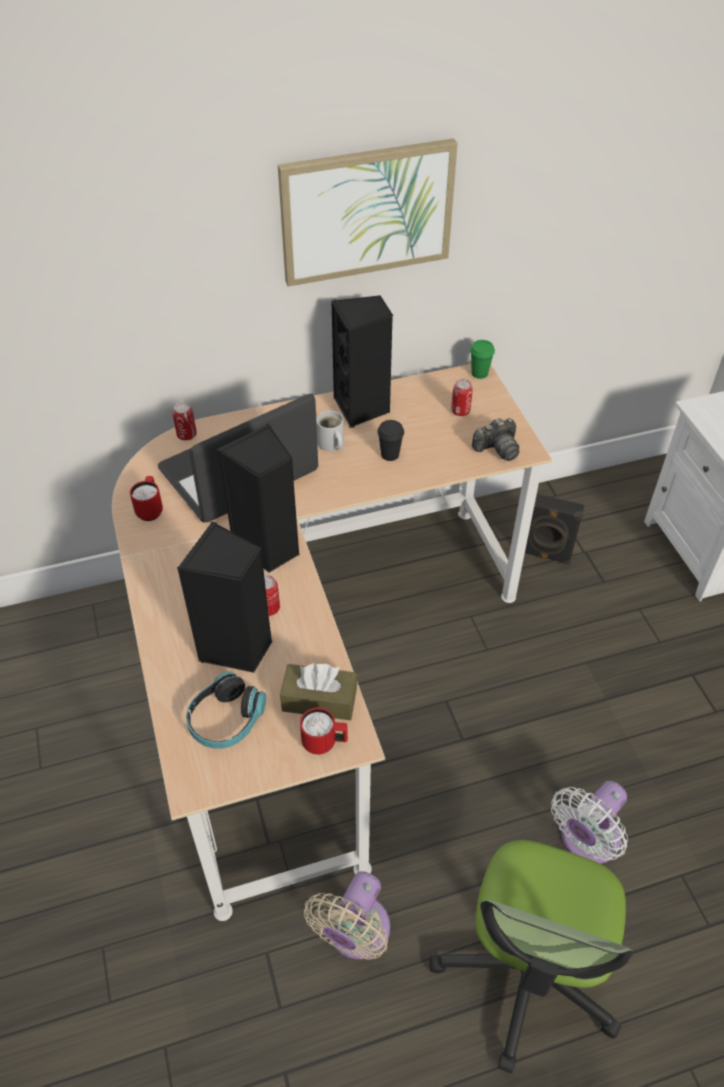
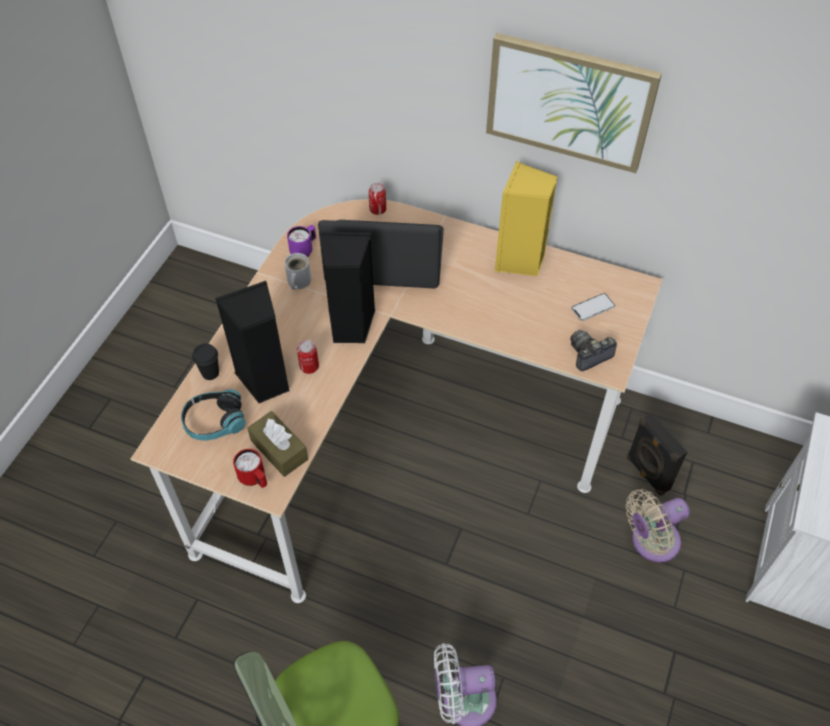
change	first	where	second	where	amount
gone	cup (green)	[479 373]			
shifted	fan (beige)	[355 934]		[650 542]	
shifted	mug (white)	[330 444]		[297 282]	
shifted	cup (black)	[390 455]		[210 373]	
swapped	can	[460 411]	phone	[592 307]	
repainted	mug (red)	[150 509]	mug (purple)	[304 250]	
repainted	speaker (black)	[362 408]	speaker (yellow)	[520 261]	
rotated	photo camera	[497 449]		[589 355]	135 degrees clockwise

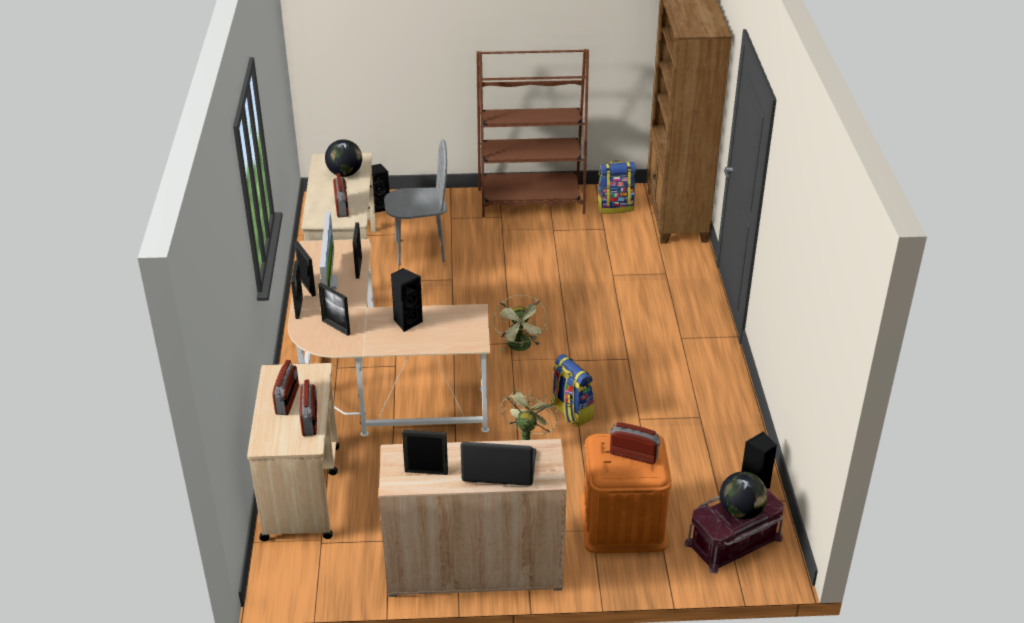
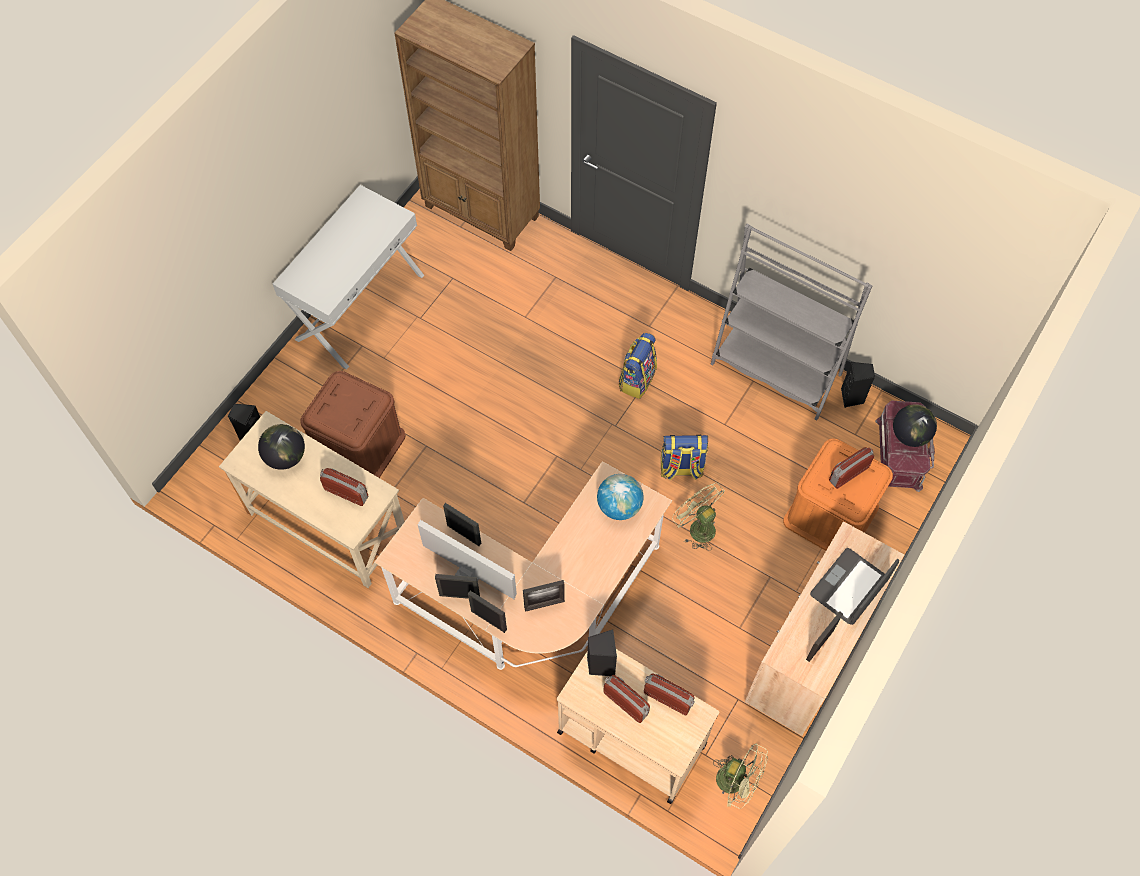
change	first	where	second	where	amount
new			globe	[619 506]	
new			bookcase (grey)	[776 369]	
shifted	speaker (black)	[407 322]		[601 664]	
shifted	fan (green)	[521 347]		[737 781]	
shifted	backpack	[615 207]		[637 379]	
swapped	chair (grey)	[420 251]	storage box (brown)	[358 446]	
swapped	bookcase (brown)	[531 202]	console table (white)	[359 306]	

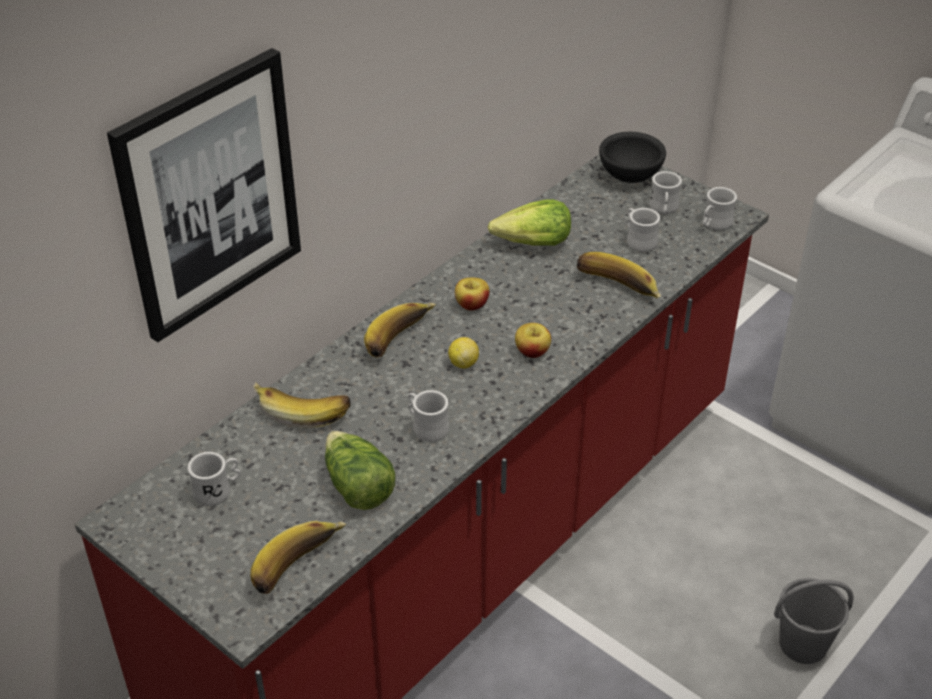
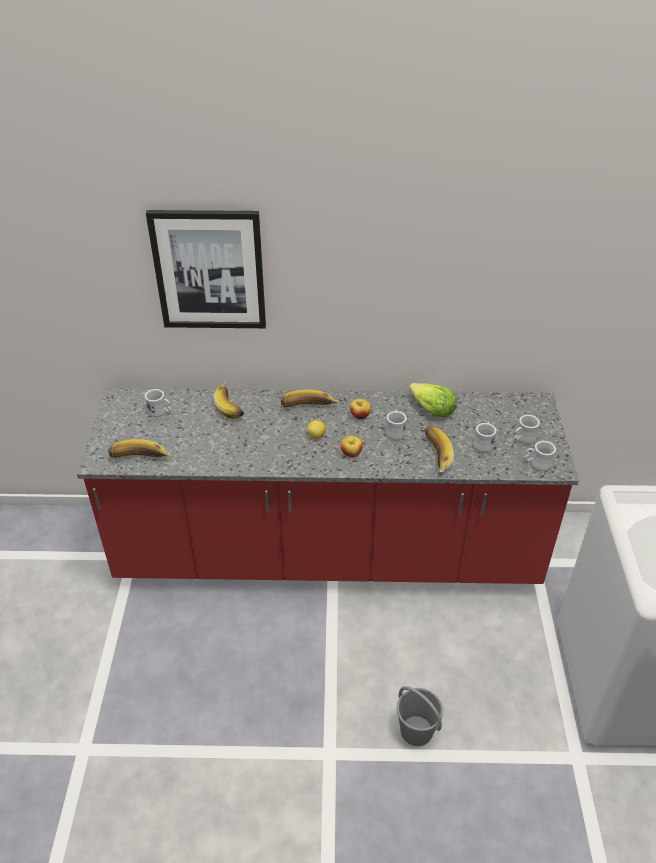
change	first	where	second	where	amount
gone	lettuce	[357 486]			
gone	bowl (black)	[630 177]			
shifted	mug (white)	[426 427]		[395 431]	

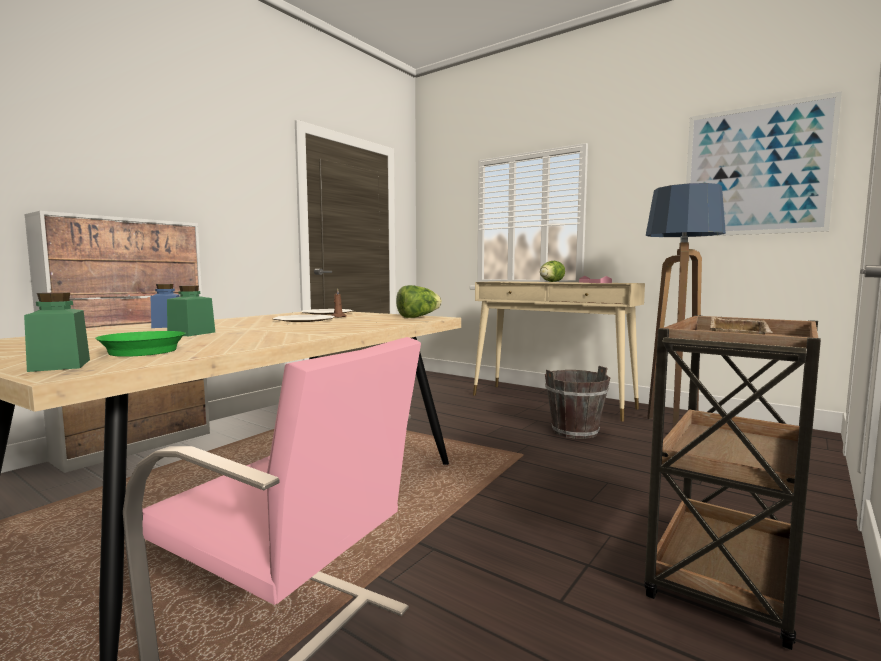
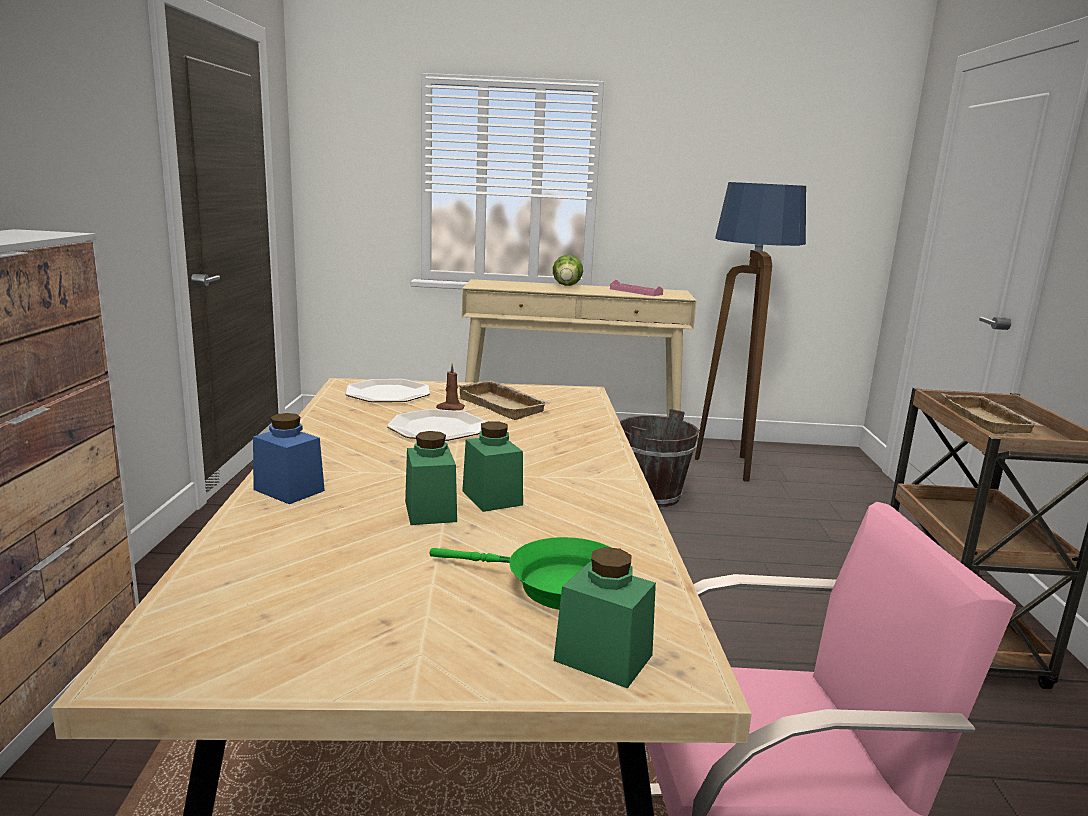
change	first	where	second	where	amount
gone	lettuce	[418 317]			
gone	picture	[755 170]			
new			tray (beige)	[504 406]	
new			jar (green)	[492 498]	

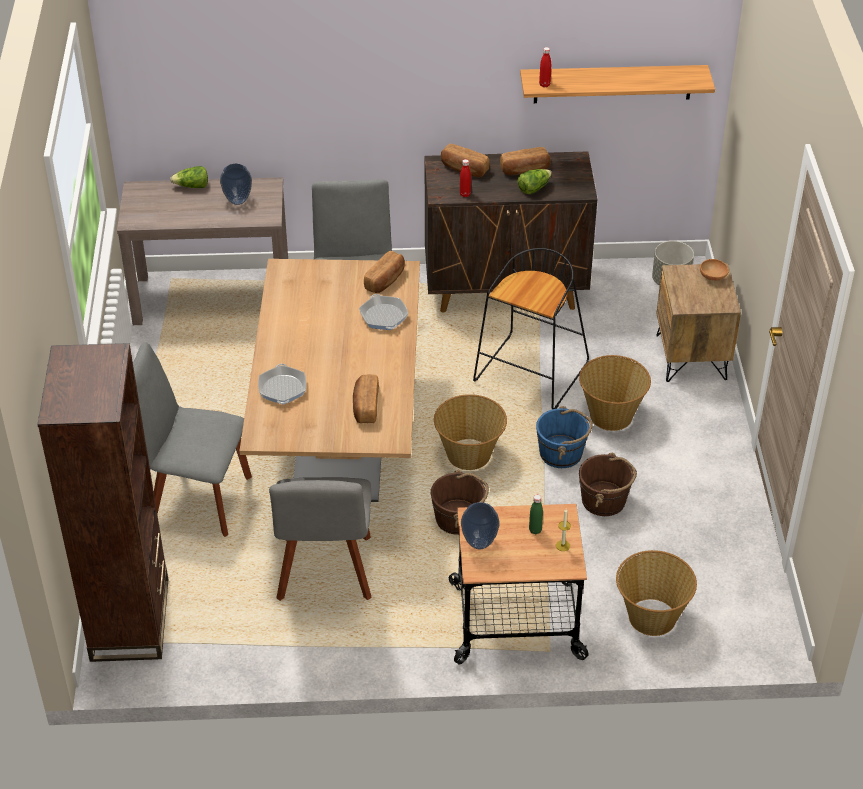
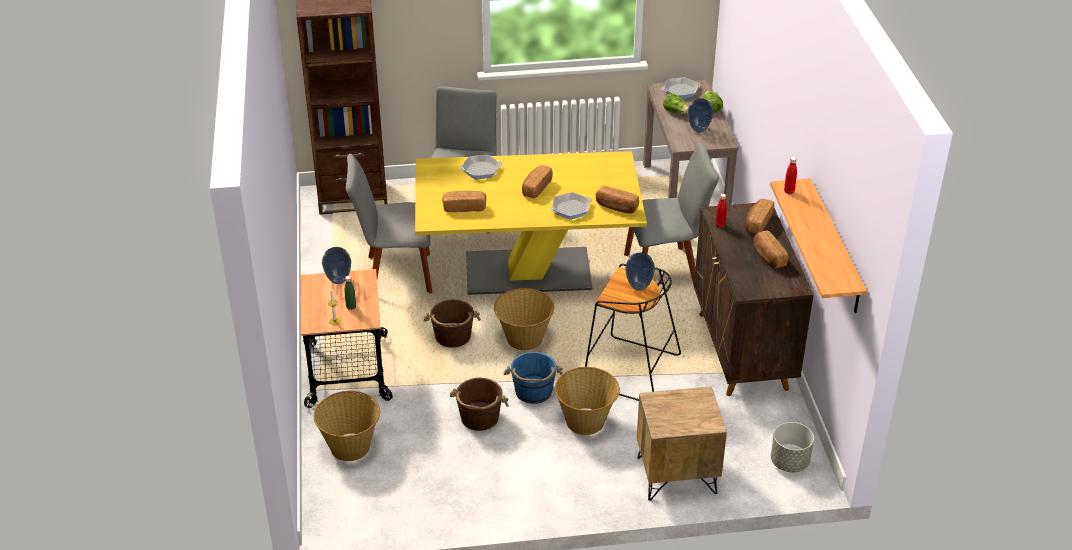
change	first	where	second	where	amount
gone	bowl (brown)	[713 277]			
new			bread	[536 188]	
new			vase	[638 286]	
new			frying pan	[680 91]	
shifted	lettuce	[533 188]		[676 112]	
repainted	dining table (brown)	[339 445]	dining table (yellow)	[528 272]	

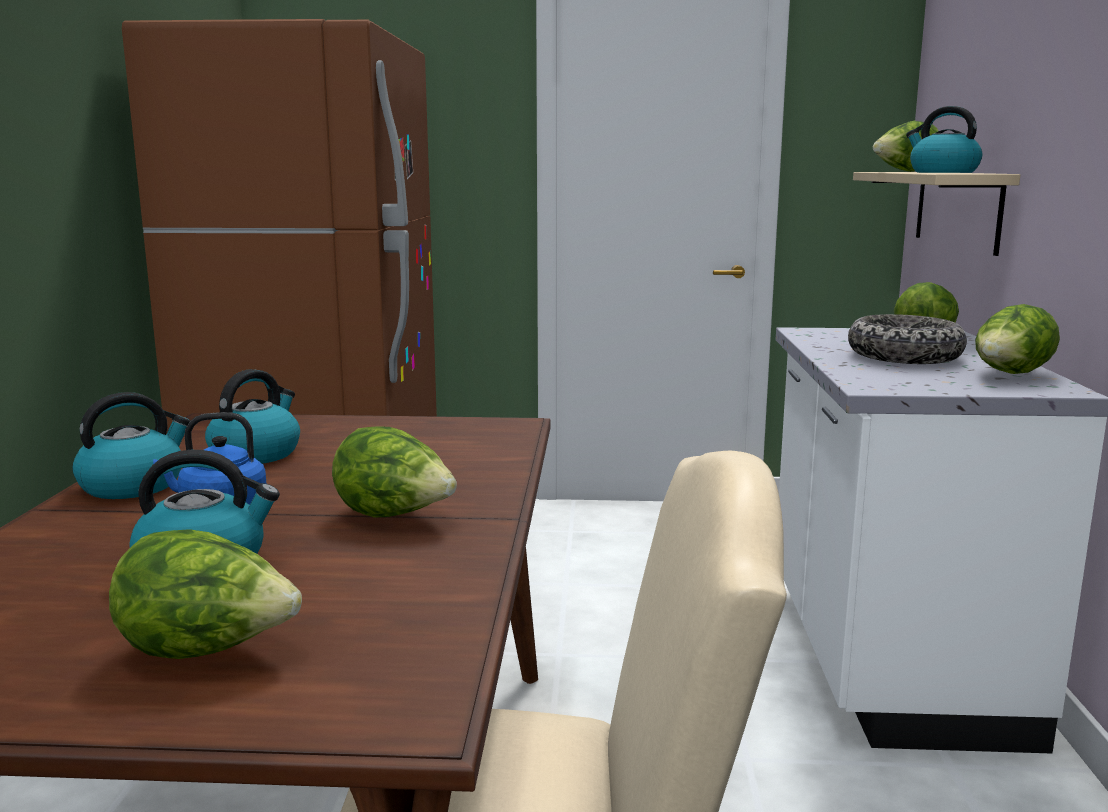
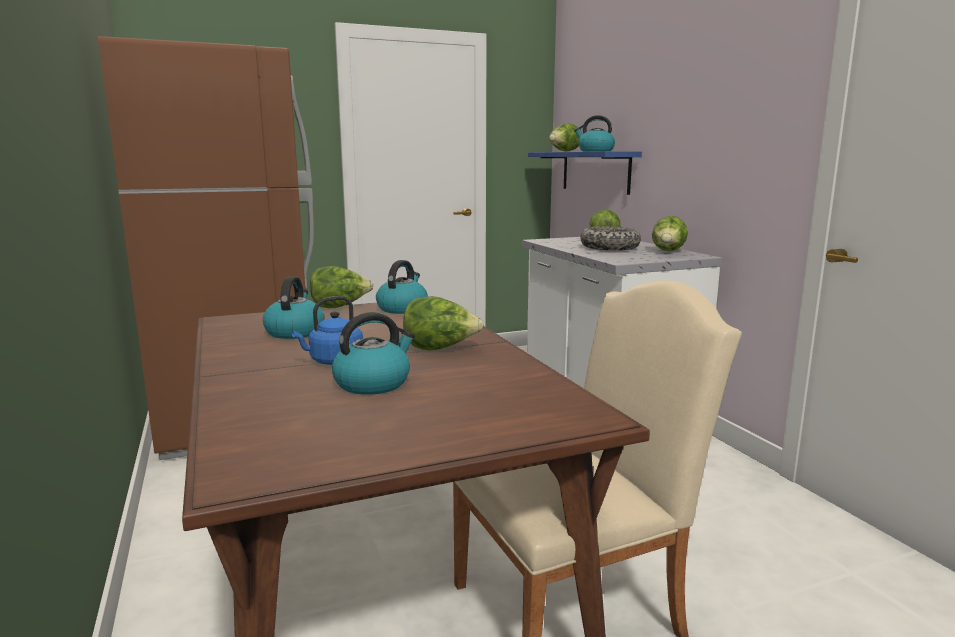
change	first	where	second	where	amount
shifted	kettle	[133 485]		[402 308]	
shifted	lettuce	[208 651]		[340 307]	
repainted	shelf (beige)	[957 209]	shelf (blue)	[595 171]	

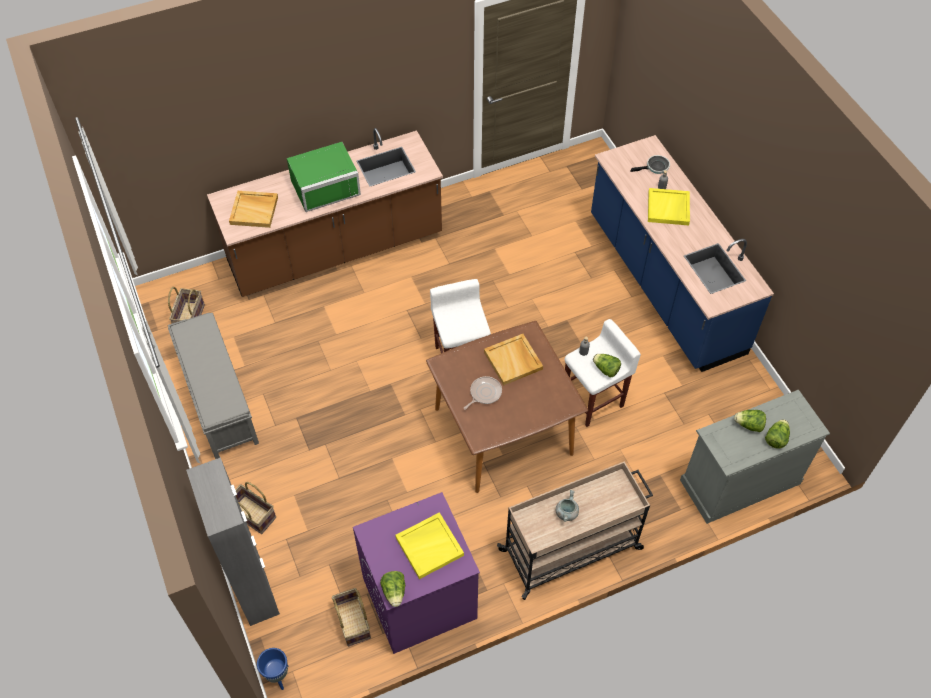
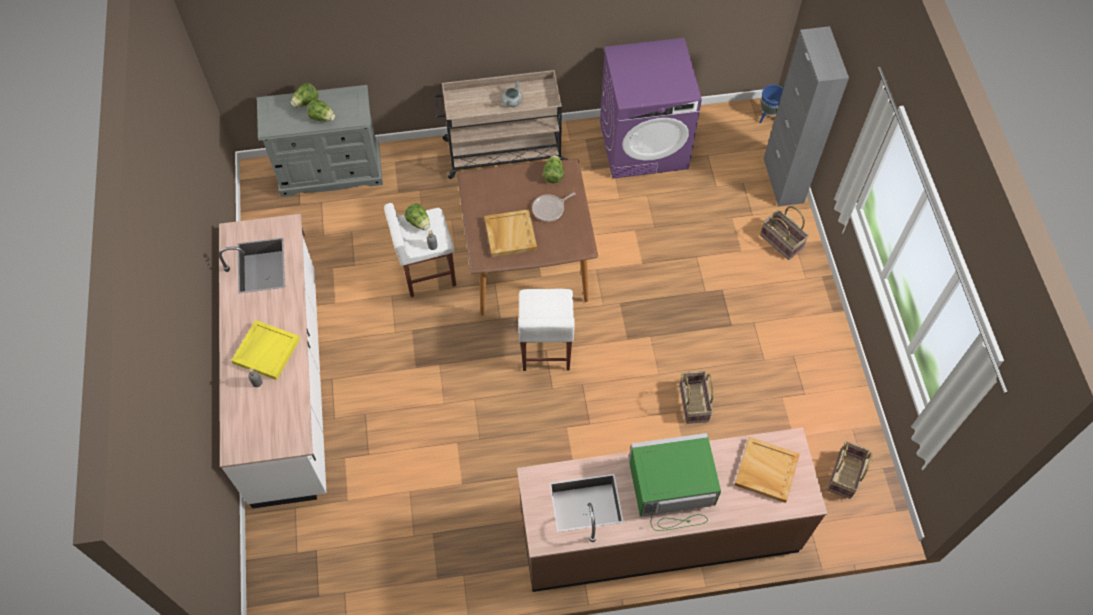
change	first	where	second	where	amount
gone	bench (grey)	[218 398]			
gone	tray (yellow)	[429 546]			
gone	frying pan	[655 167]			
shifted	basket	[353 622]		[693 403]	
shifted	lettuce	[394 592]		[553 175]	
repainted	counter (blue)	[664 284]	counter (white)	[288 385]	

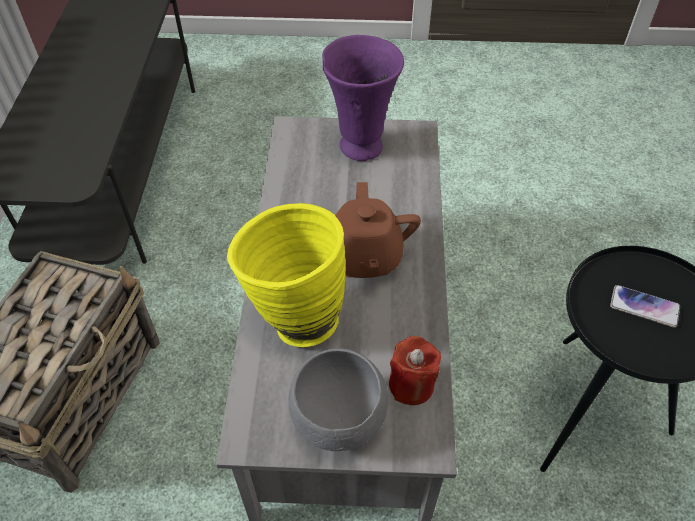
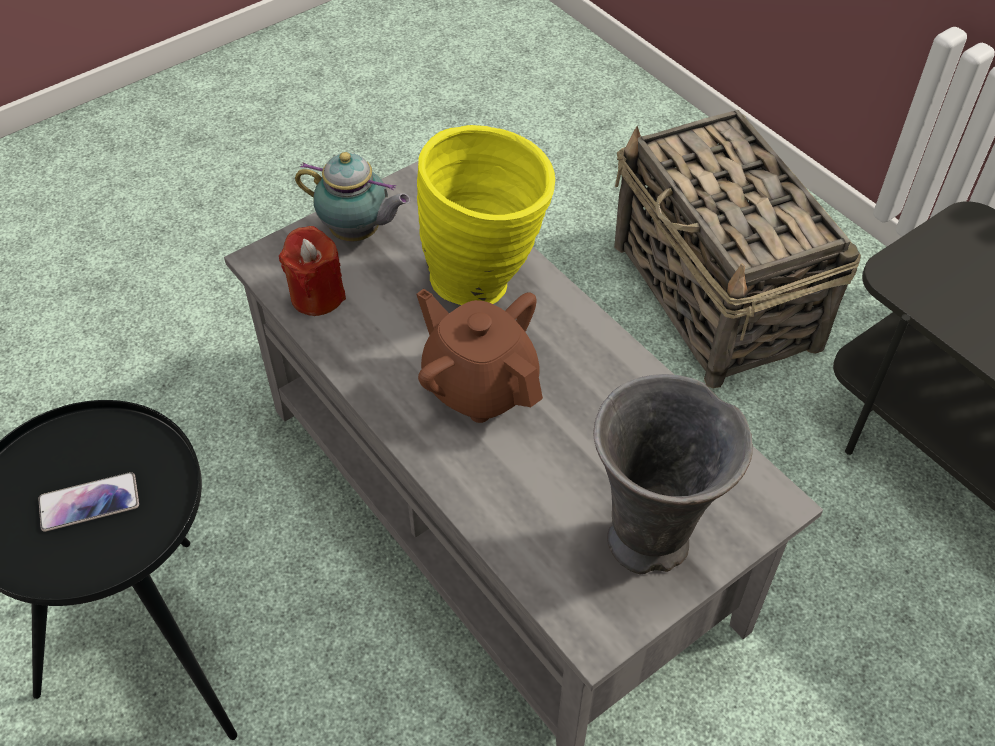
change	first	where	second	where	amount
swapped	bowl (grey)	[341 420]	teapot	[358 233]	
repainted	vase (purple)	[360 145]	vase (grey)	[651 543]	

